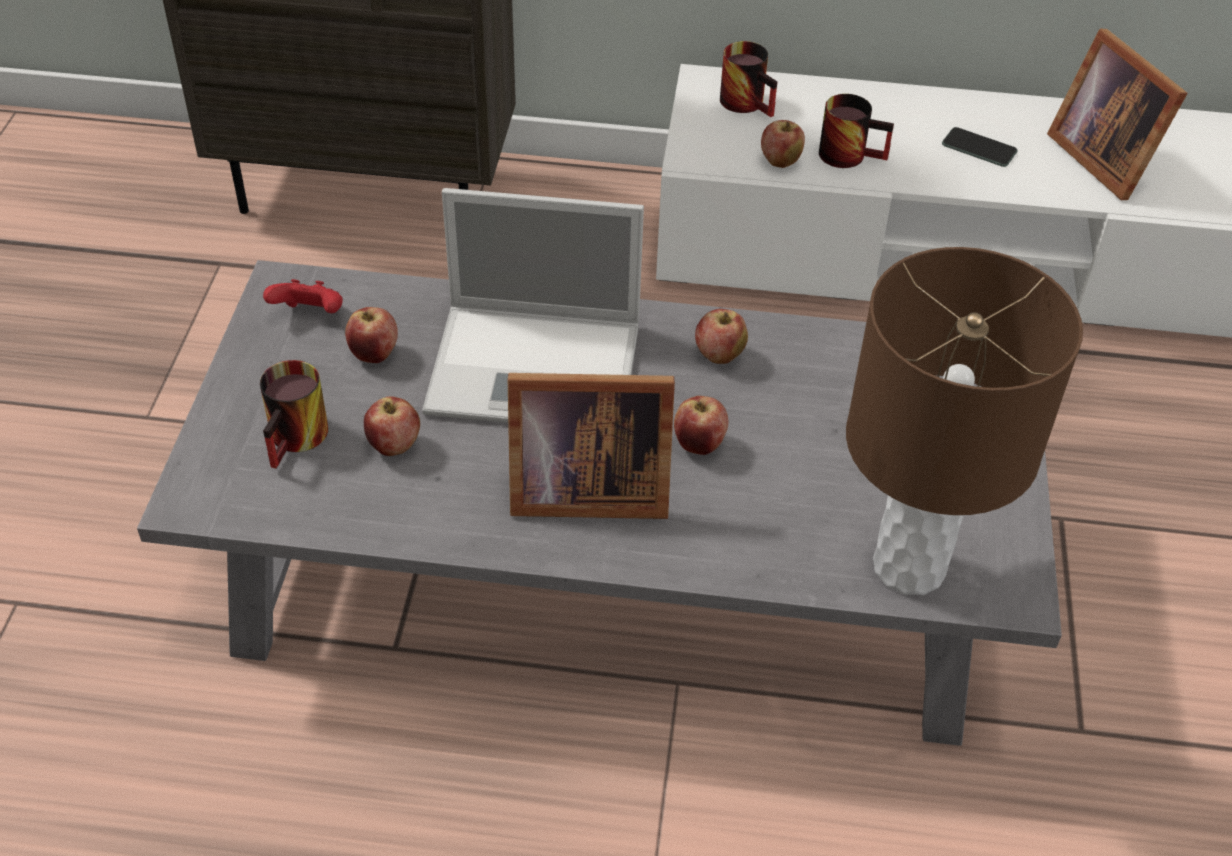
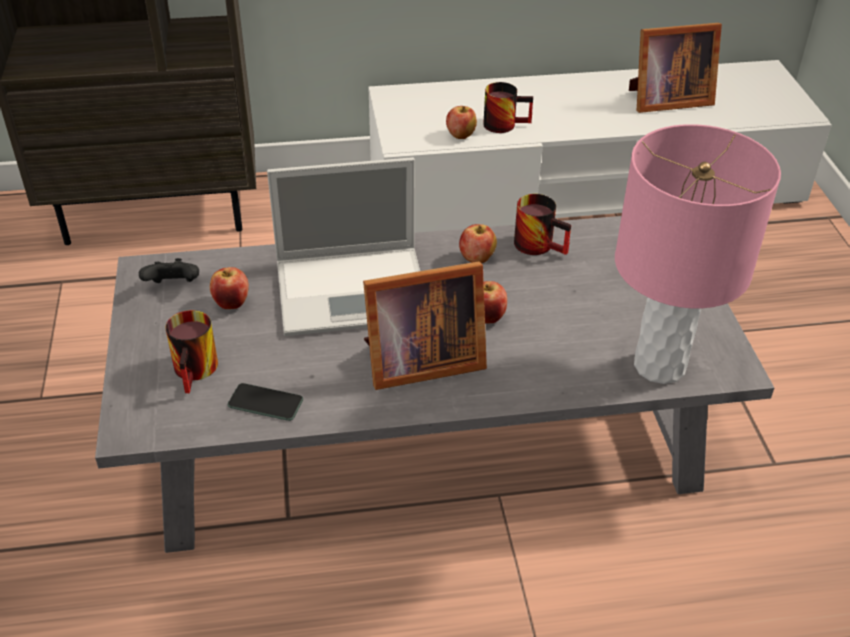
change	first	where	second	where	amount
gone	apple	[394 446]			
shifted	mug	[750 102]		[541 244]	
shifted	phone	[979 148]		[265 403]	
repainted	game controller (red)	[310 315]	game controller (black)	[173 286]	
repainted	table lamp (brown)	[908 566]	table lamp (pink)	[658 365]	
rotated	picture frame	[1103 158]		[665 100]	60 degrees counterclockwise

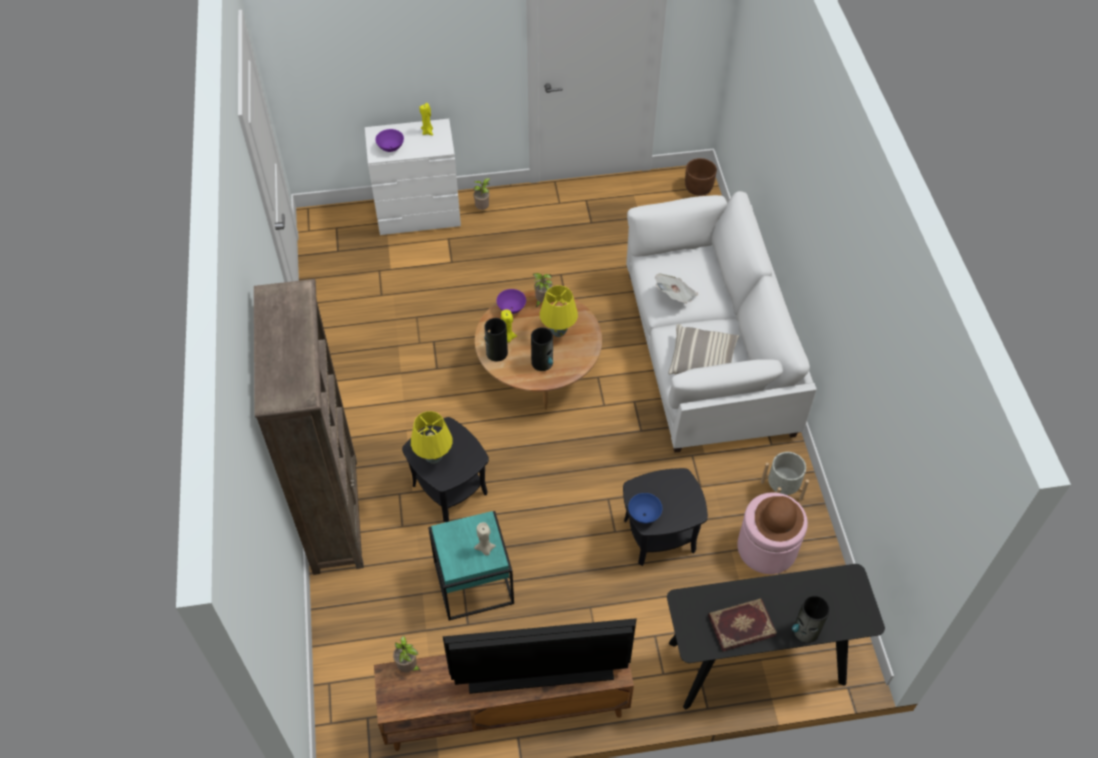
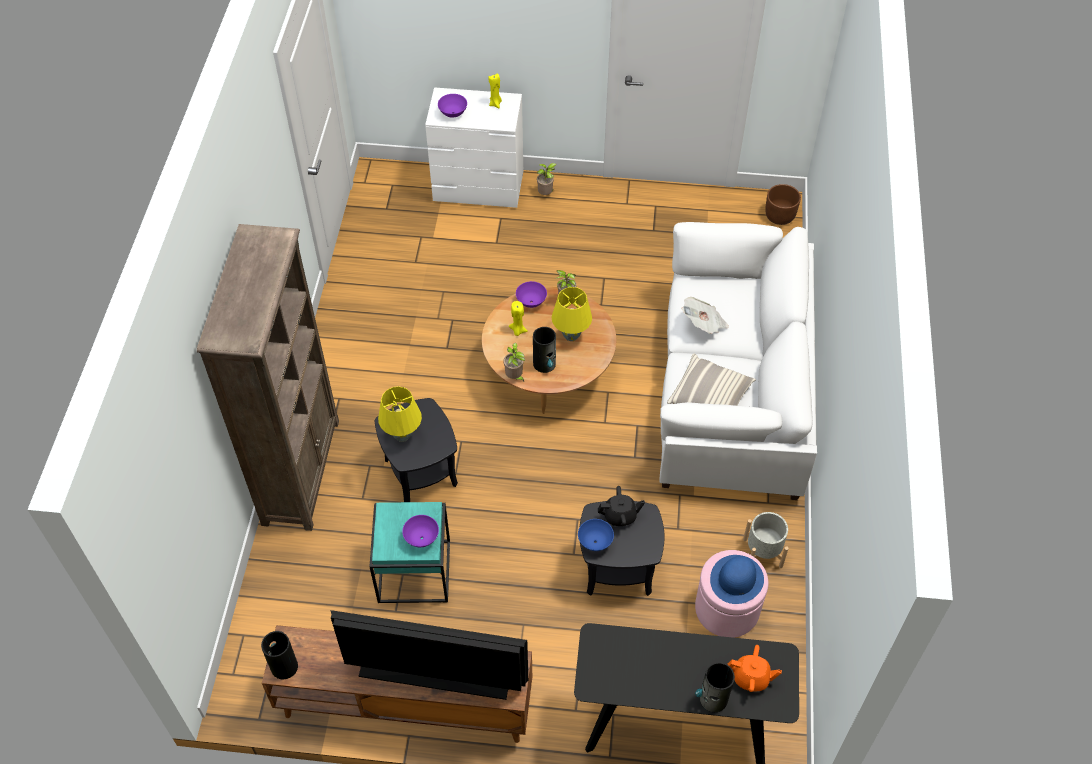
change	first	where	second	where	amount
gone	book	[741 624]			
new			teapot (black)	[620 516]	
new			teapot (orange)	[751 678]	
shifted	potted plant	[408 667]		[515 377]	
shifted	vase	[496 353]		[283 666]	
swapped	candle (beige)	[485 549]	bowl (purple)	[421 538]	
repainted	hat (brown)	[778 519]	hat (blue)	[736 579]	

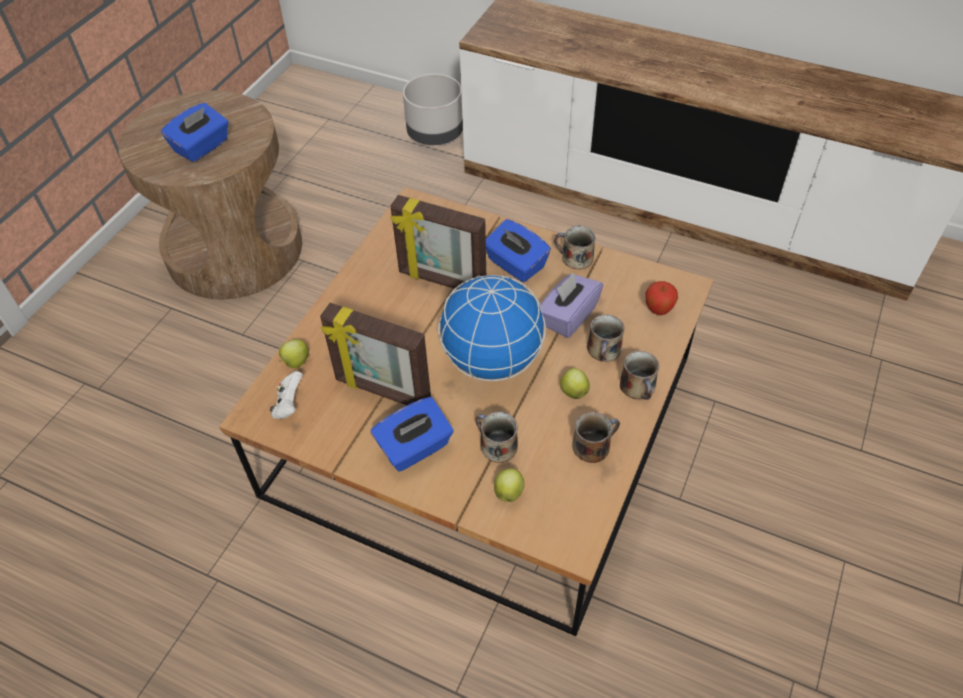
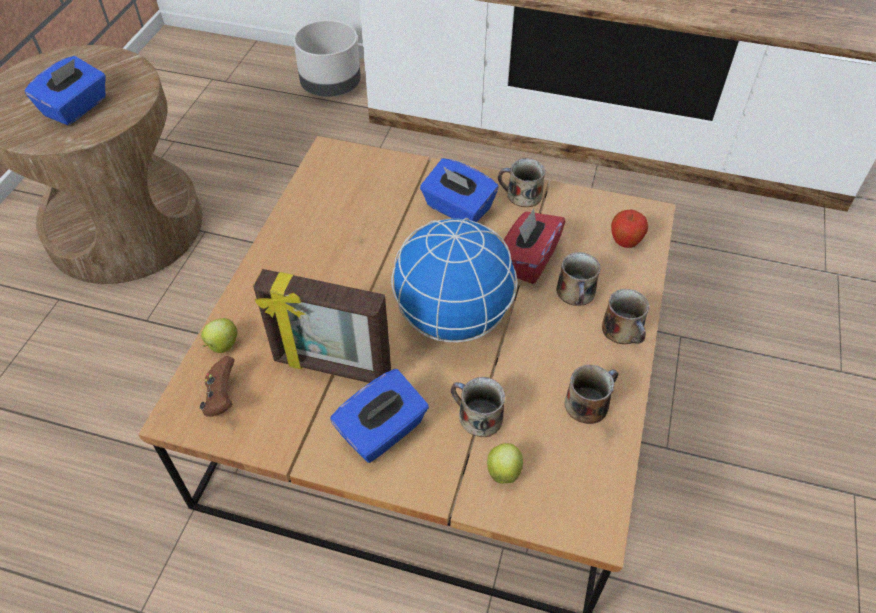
change	first	where	second	where	amount
gone	picture frame	[441 281]			
gone	apple	[573 391]			
repainted	game controller (white)	[289 405]	game controller (brown)	[221 397]	
repainted	tissue box (purple)	[568 316]	tissue box (red)	[528 260]	

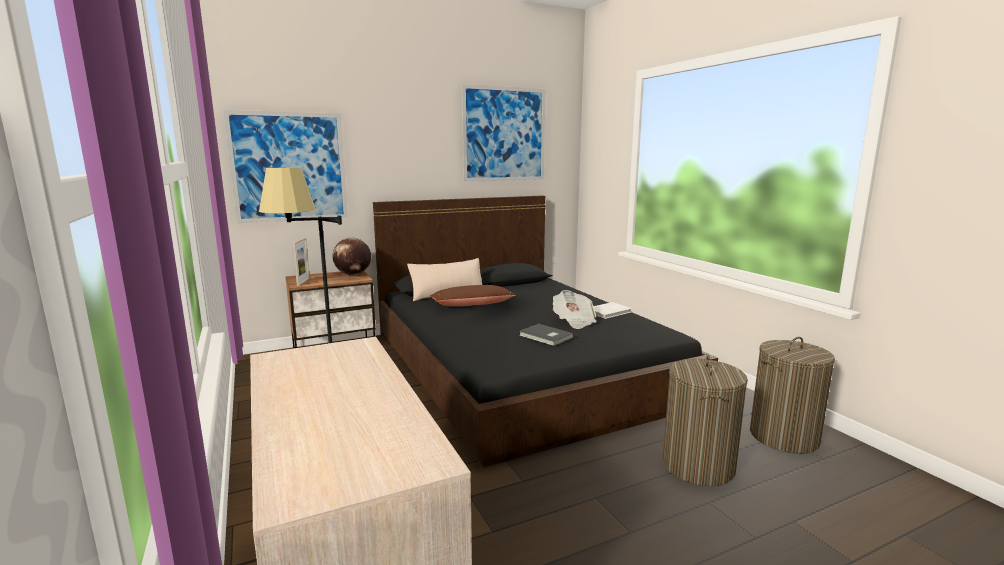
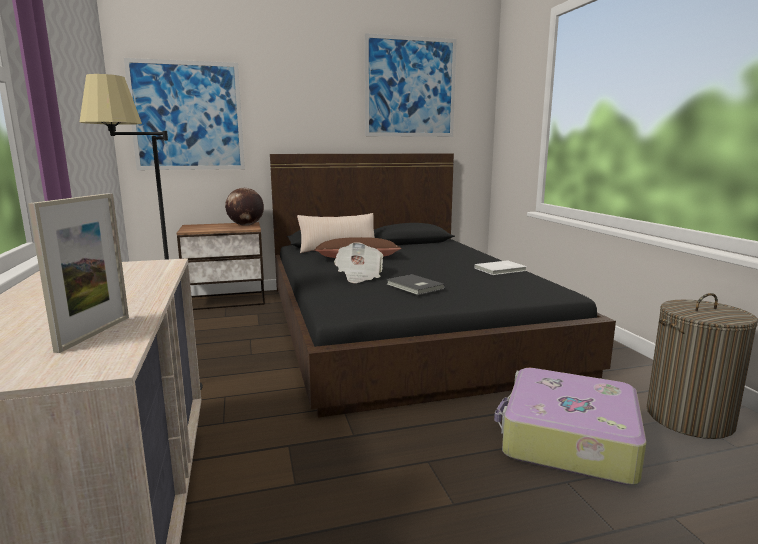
change	first	where	second	where	amount
shifted	picture frame	[303 282]		[94 333]	
shifted	newspaper	[574 321]		[359 276]	
swapped	laundry basket	[698 466]	suitcase	[567 440]	

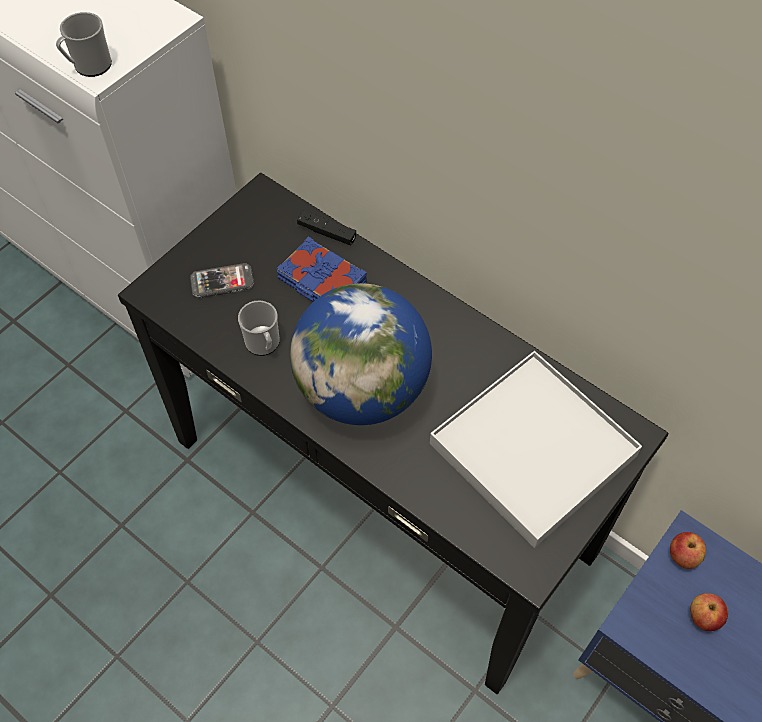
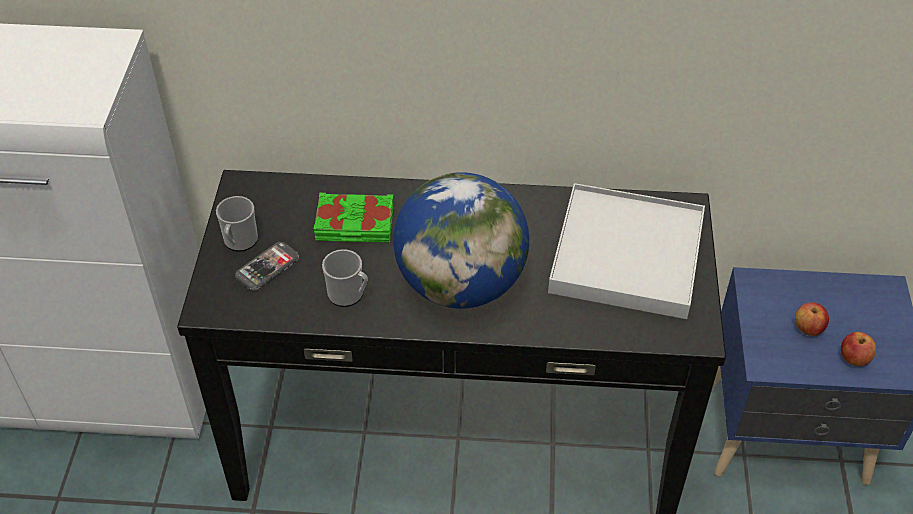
change	first	where	second	where	amount
gone	game controller (black)	[327 232]			
shifted	mug	[89 66]		[239 242]	
shifted	apple	[682 556]		[853 359]	
repainted	book (blue)	[321 281]	book (green)	[355 224]	

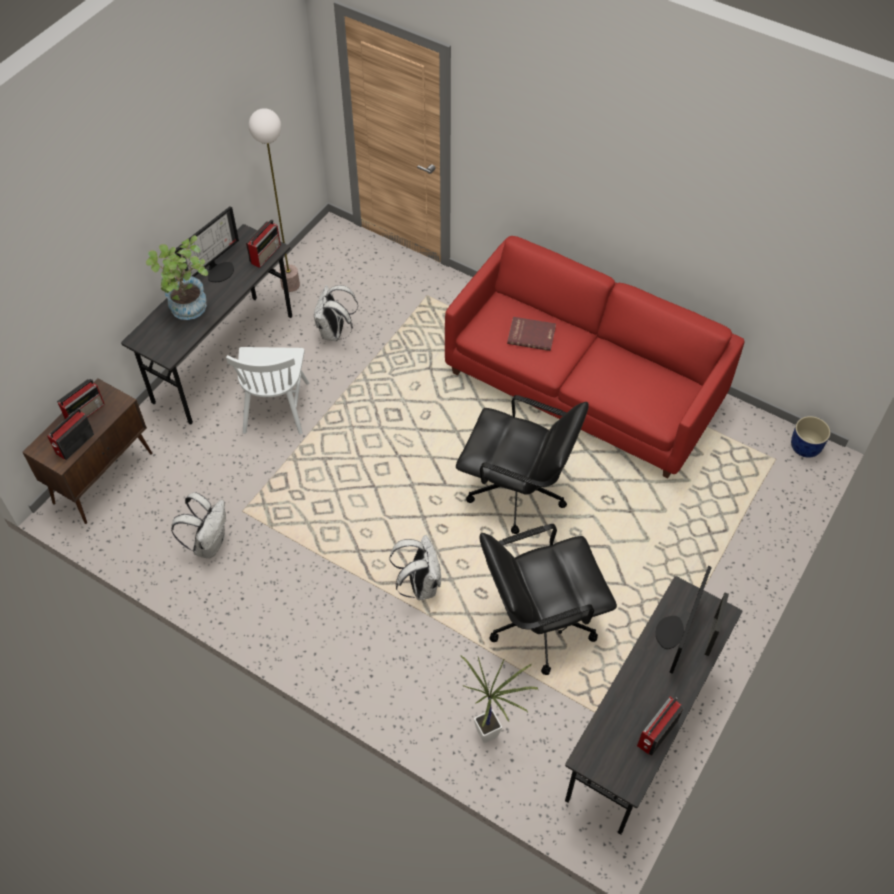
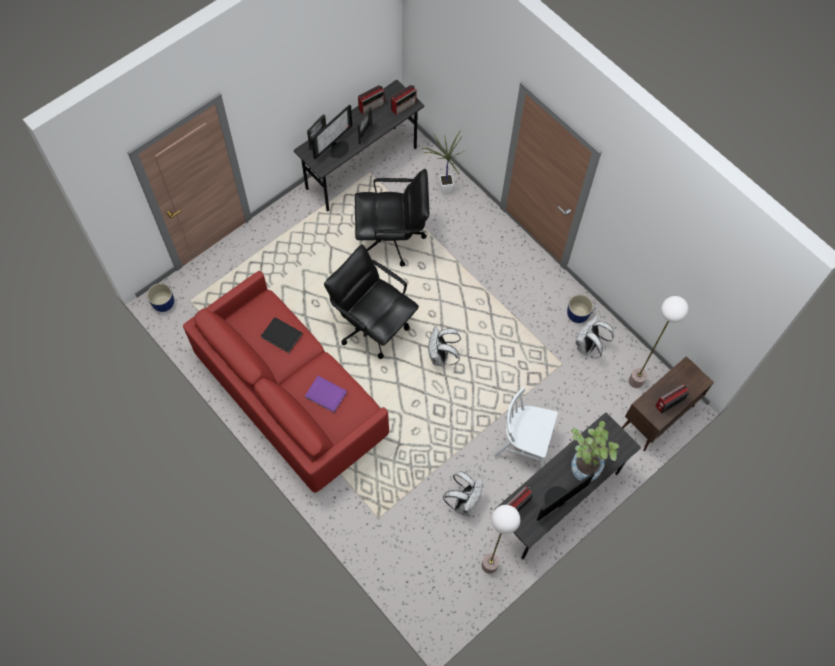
change	first	where	second	where	amount
new			book (black)	[281 336]	
new			picture frame	[365 134]	
new			planter (blue)	[578 314]	
new			floor lamp	[636 380]	
shifted	radio	[74 444]		[404 106]	
shifted	backpack (white)	[420 585]		[440 357]	
repainted	book (red)	[531 334]	book (purple)	[325 395]	
rotated	chair (white)	[275 407]		[524 443]	90 degrees counterclockwise

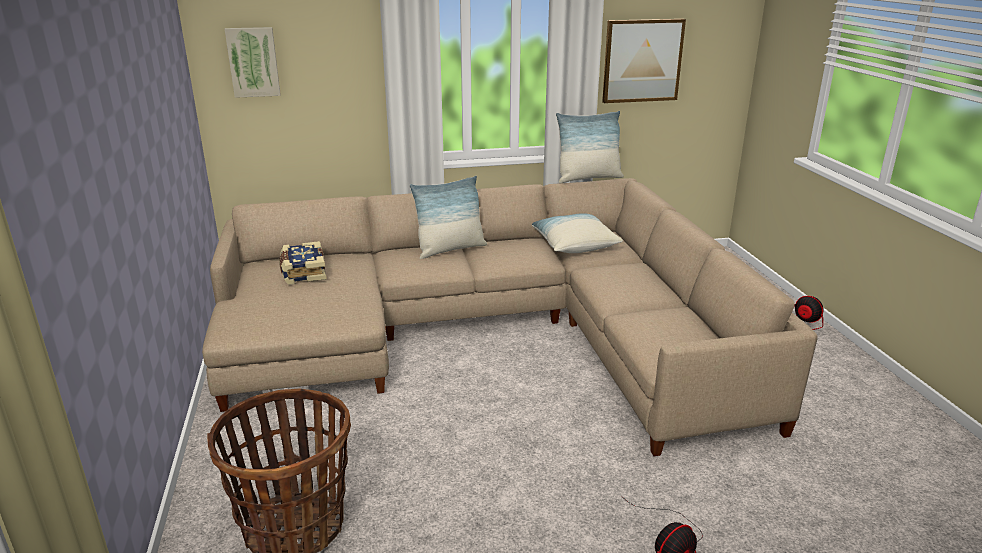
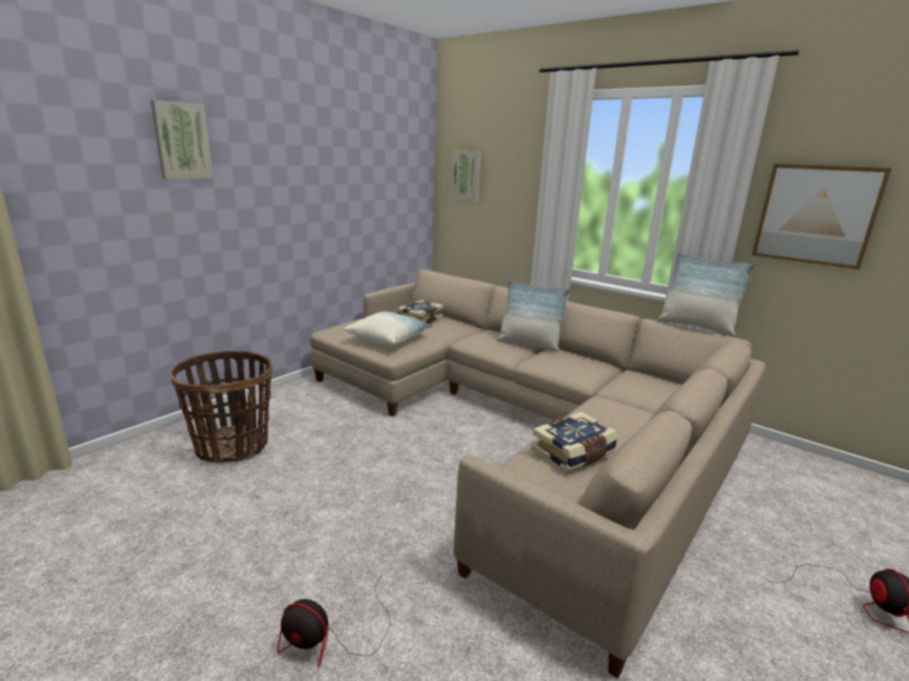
change	first	where	second	where	amount
new			picture	[181 141]	
new			book	[574 454]	
shifted	pillow	[573 245]		[389 339]	

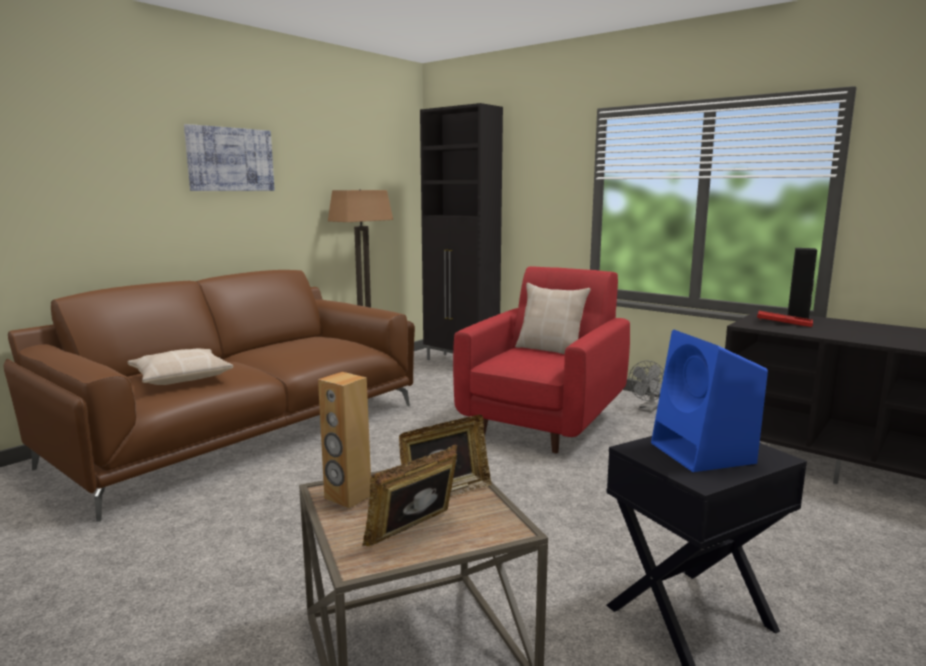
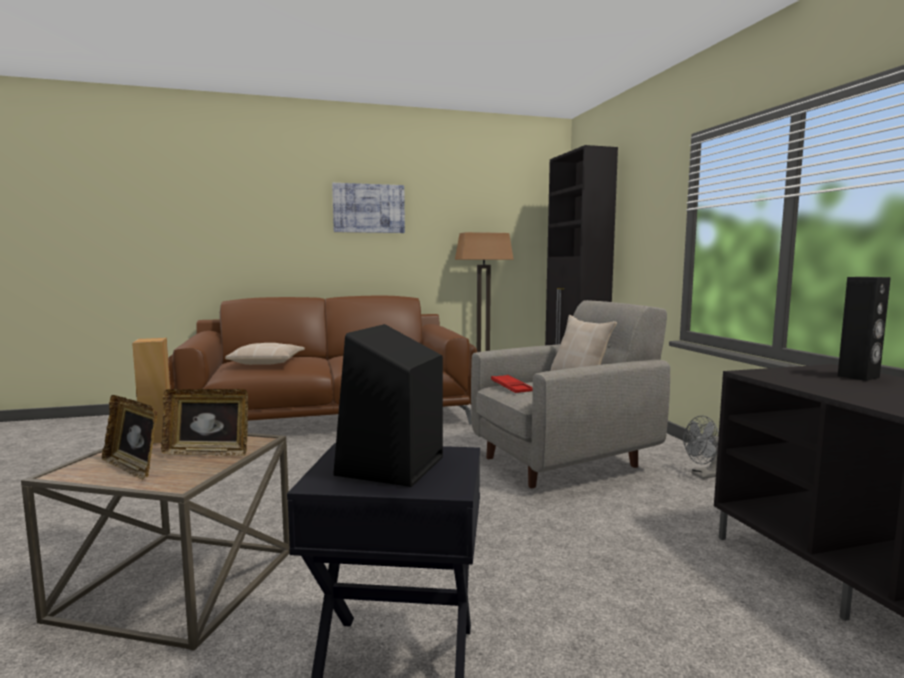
change	first	where	second	where	amount
shifted	tray (red)	[784 323]		[511 387]	
repainted	armchair (red)	[544 422]	armchair (grey)	[566 461]	
repainted	speaker (blue)	[704 454]	speaker (black)	[390 467]	
rotated	picture frame	[414 532]		[132 468]	135 degrees counterclockwise

